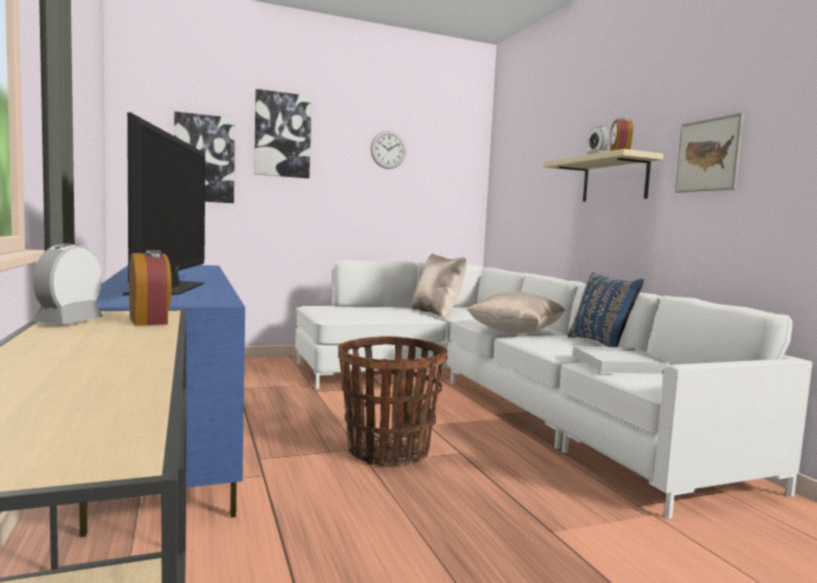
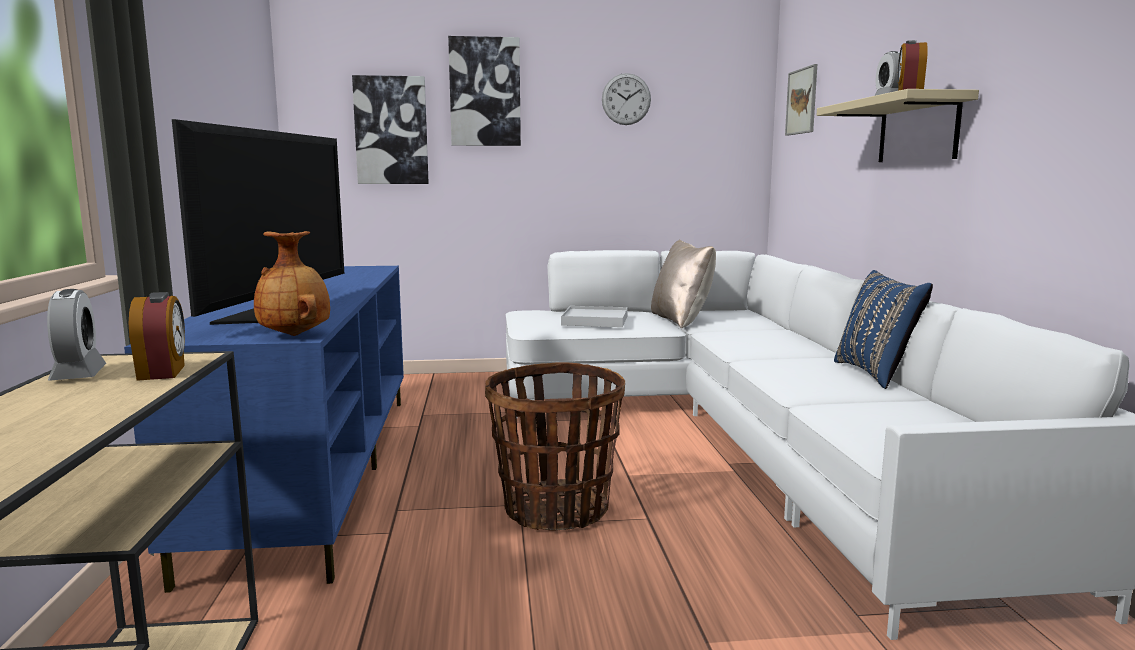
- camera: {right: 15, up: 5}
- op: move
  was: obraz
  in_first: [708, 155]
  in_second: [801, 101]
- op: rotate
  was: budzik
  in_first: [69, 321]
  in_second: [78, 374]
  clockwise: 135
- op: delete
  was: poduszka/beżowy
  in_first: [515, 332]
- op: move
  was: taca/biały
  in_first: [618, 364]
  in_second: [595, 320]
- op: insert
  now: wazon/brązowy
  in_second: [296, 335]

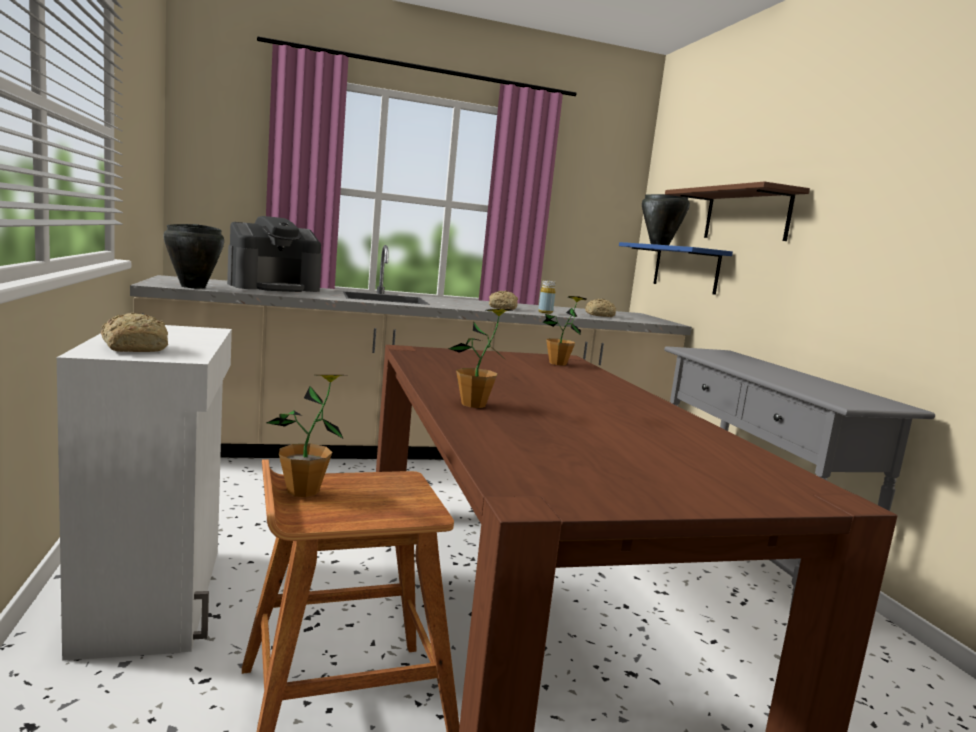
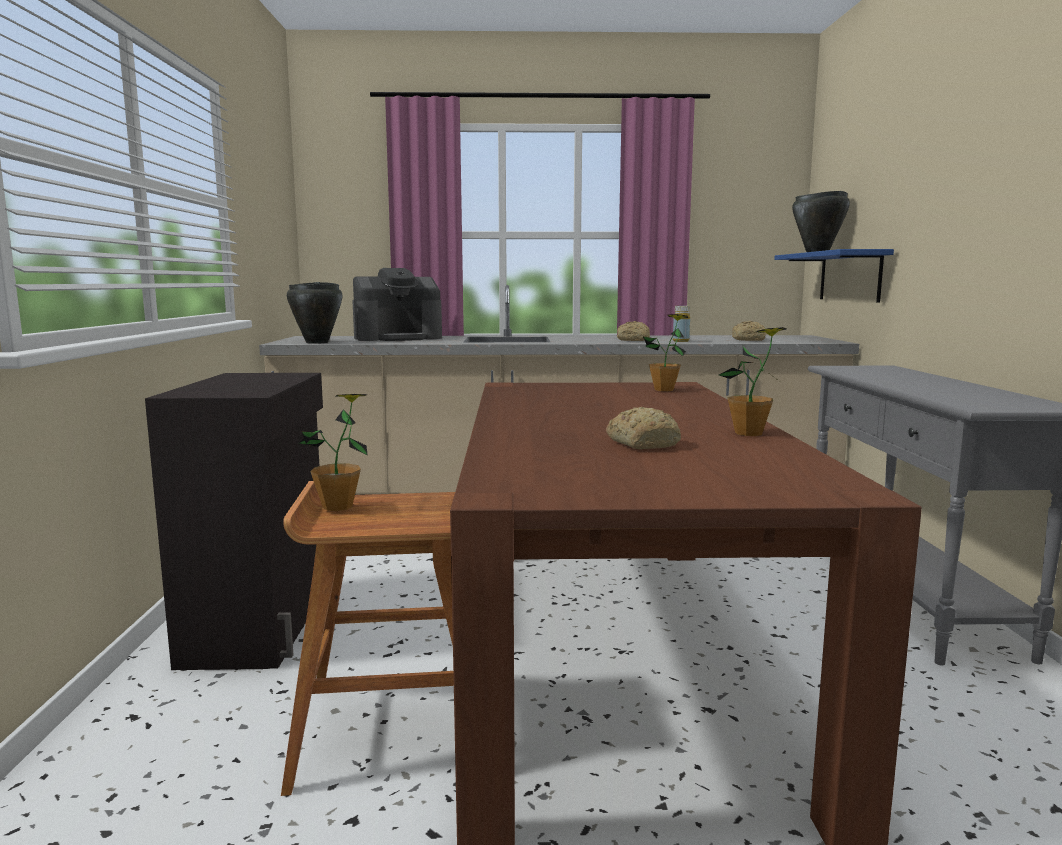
- camera: {right: 15, up: 0}
- op: delete
  was: półka/brązowy
  in_first: [746, 215]
- op: move
  was: roślina doniczkowa
  in_first: [474, 404]
  in_second: [749, 433]
- op: move
  was: chleb
  in_first: [135, 348]
  in_second: [643, 444]
- op: recolor
  was: szafka/biały
  now: szafka/czarny
  in_first: [156, 597]
  in_second: [261, 624]

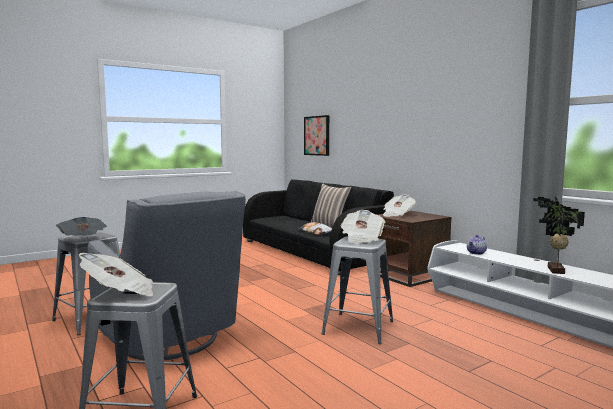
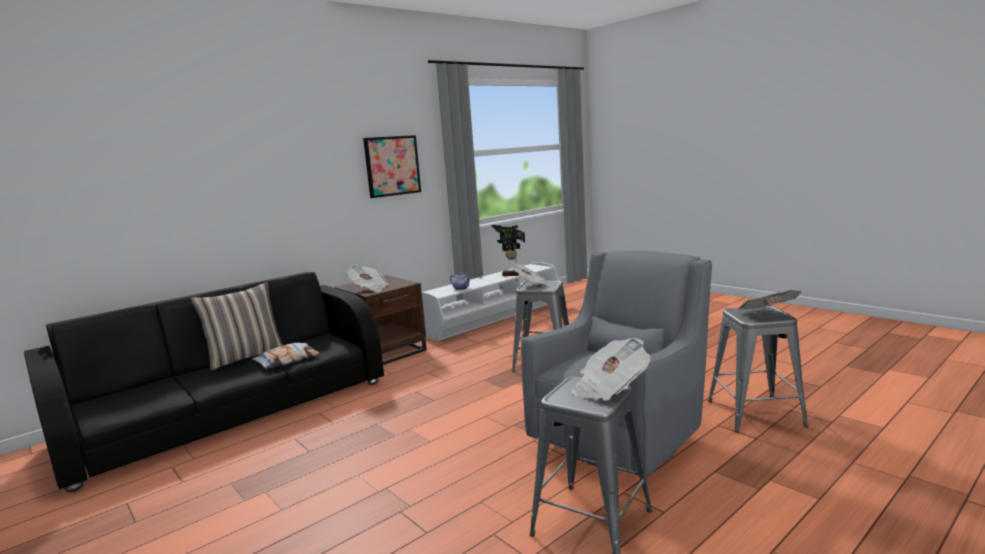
- camera: {right: -95, up: 5}
- op: move
  was: obraz
  in_first: [317, 135]
  in_second: [392, 166]

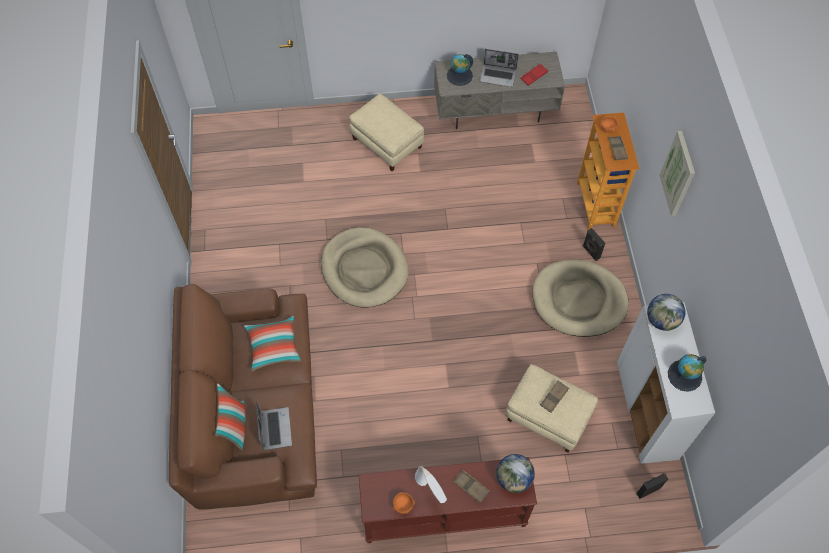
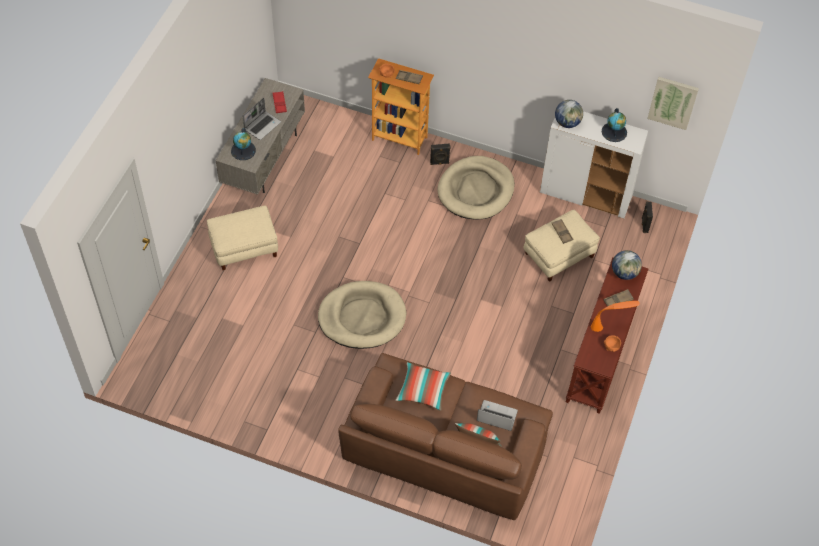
- camera: {right: -65, up: -5}
- op: move
  was: obraz
  in_first: [678, 174]
  in_second: [673, 102]
- op: recolor
  was: lampa stołowa/biały
  now: lampa stołowa/pomarańczowy
  in_first: [430, 494]
  in_second: [611, 327]

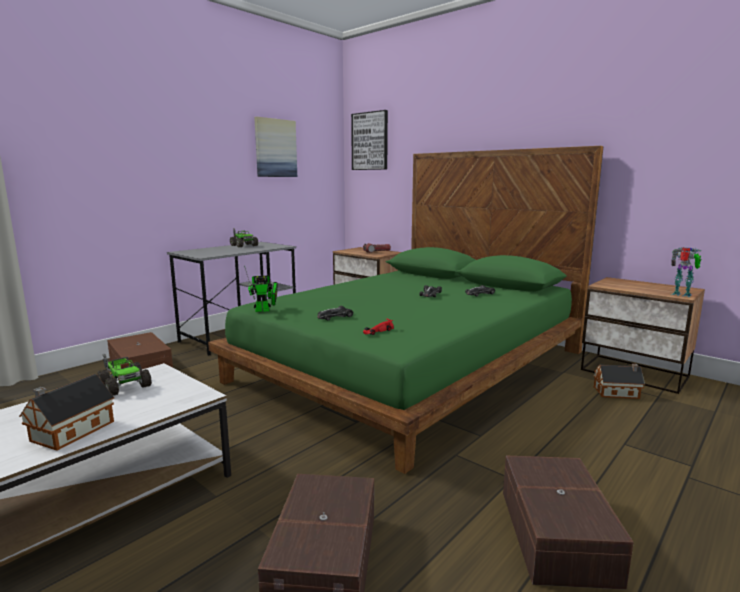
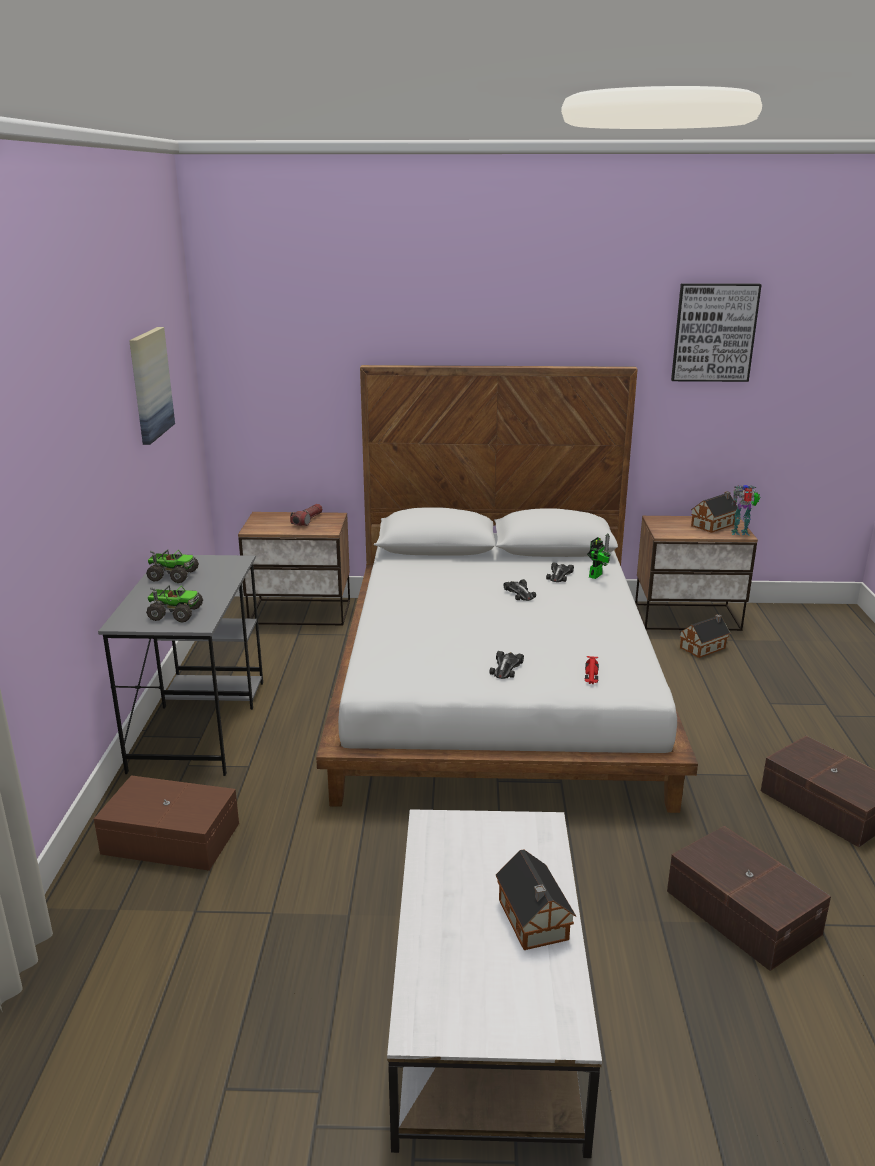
- camera: {right: -40, up: 10}
- op: move
  was: obraz
  in_first: [370, 141]
  in_second: [714, 332]
- op: recolor
  was: łóżko/zielony
  now: łóżko/biały
  in_first: [412, 366]
  in_second: [498, 687]
- op: move
  was: robot zabawkowy
  in_first: [265, 310]
  in_second: [596, 574]
- op: move
  was: ciężarówka zabawkowa
  in_first: [125, 386]
  in_second: [175, 613]
- op: insert
  now: domek
  in_second: [714, 525]

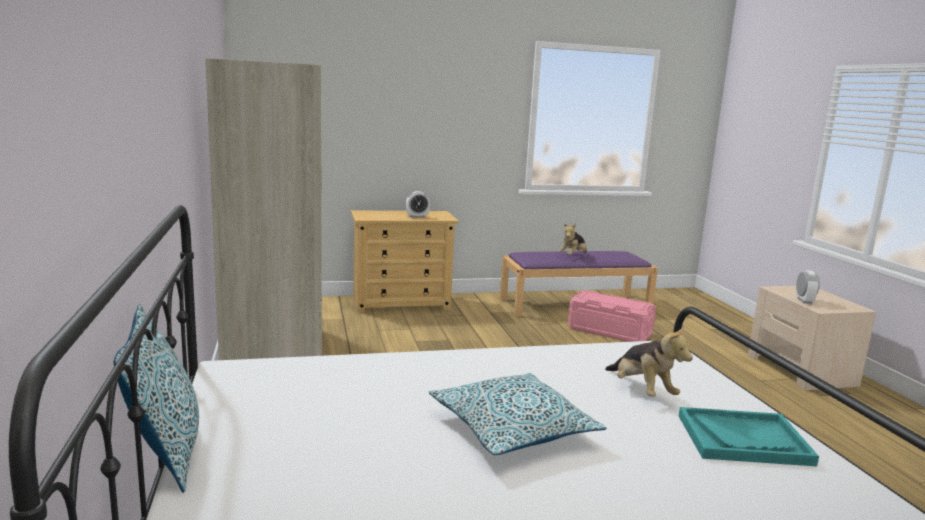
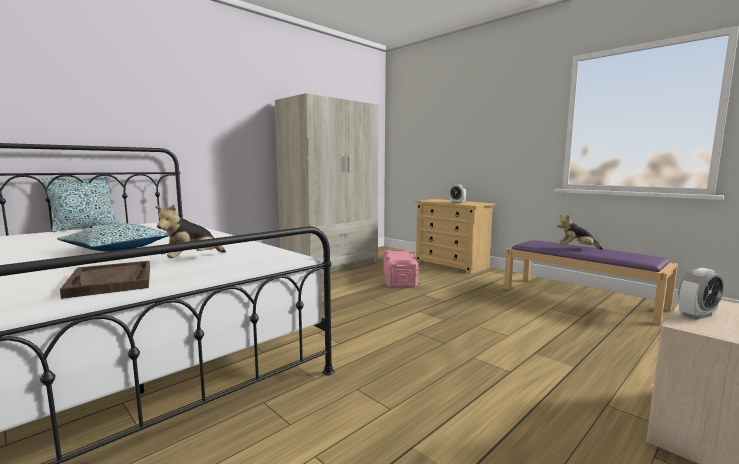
- camera: {right: 60, up: -5}
- op: move
  was: pojemnik do przechowywania/różowy
  in_first: [609, 331]
  in_second: [399, 279]
- op: recolor
  was: taca/turkusowy
  now: taca/brązowy
  in_first: [743, 439]
  in_second: [111, 281]

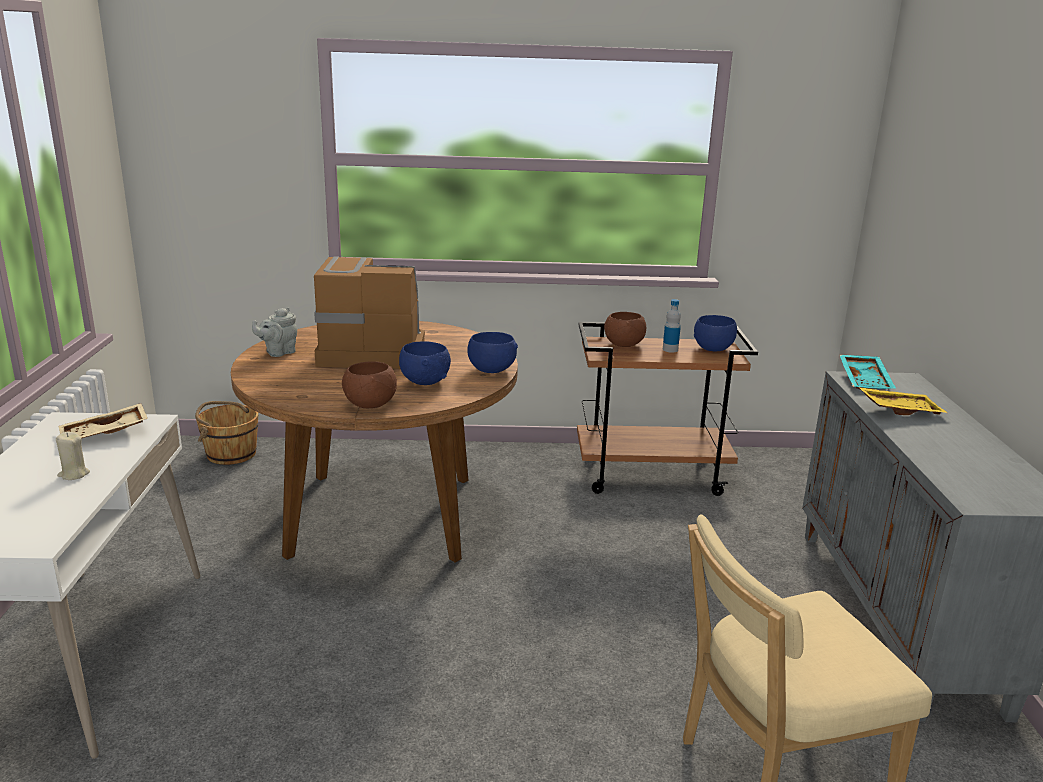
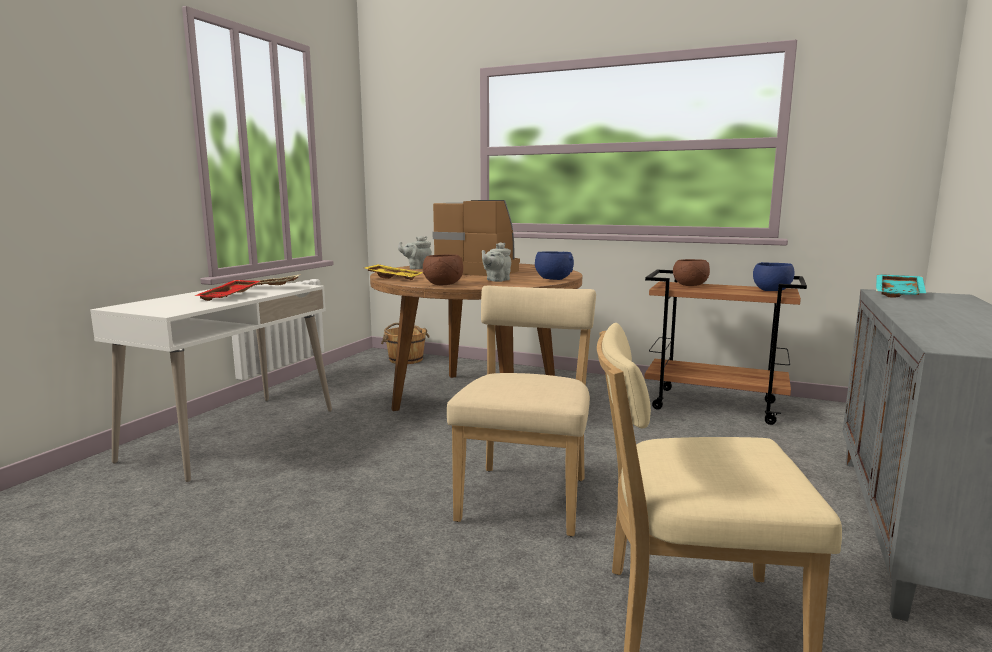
- camera: {right: 25, up: -10}
- op: delete
  was: butelka
  in_first: [670, 349]
- op: replace
  was: miska/niebieski
  now: imbryk/szary
  in_first: [425, 381]
  in_second: [496, 280]
- op: move
  was: taca/żółty
  in_first: [899, 409]
  in_second: [394, 278]
- op: replace
  was: świeca/beżowy
  now: taca/czerwony
  in_first: [74, 474]
  in_second: [230, 297]
- op: insert
  now: krzesło/beżowy
  in_second: [526, 496]

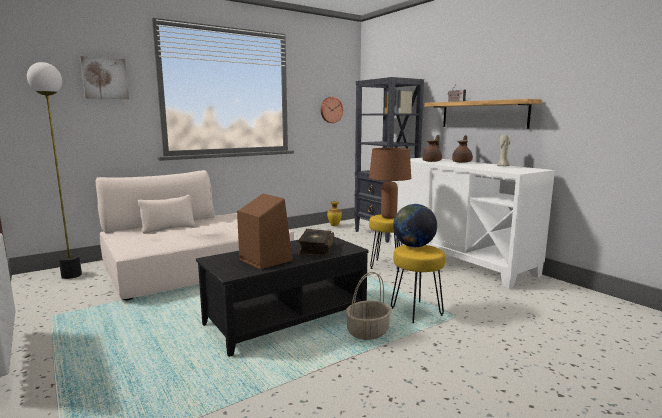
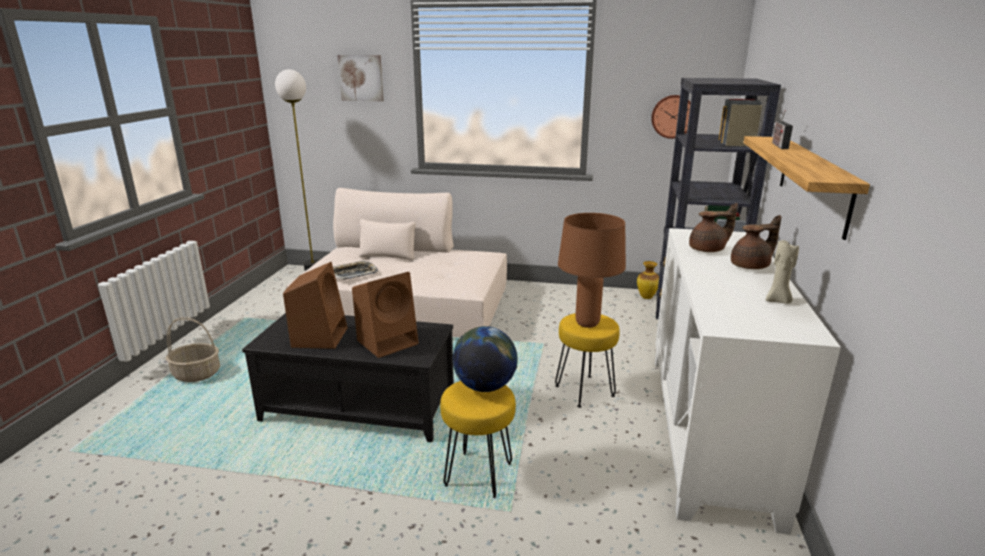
- camera: {right: 45, up: 10}
- op: replace
  was: książka
  now: głośnik/brązowy
  in_first: [315, 248]
  in_second: [388, 341]
- op: move
  was: koszyk
  in_first: [368, 331]
  in_second: [197, 374]
- op: insert
  now: taca
  in_second: [353, 274]

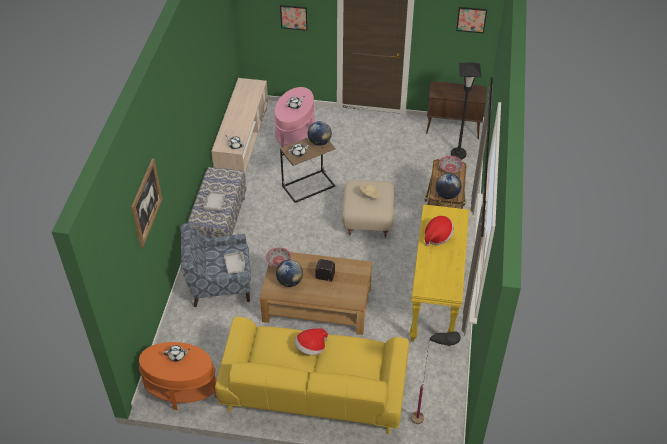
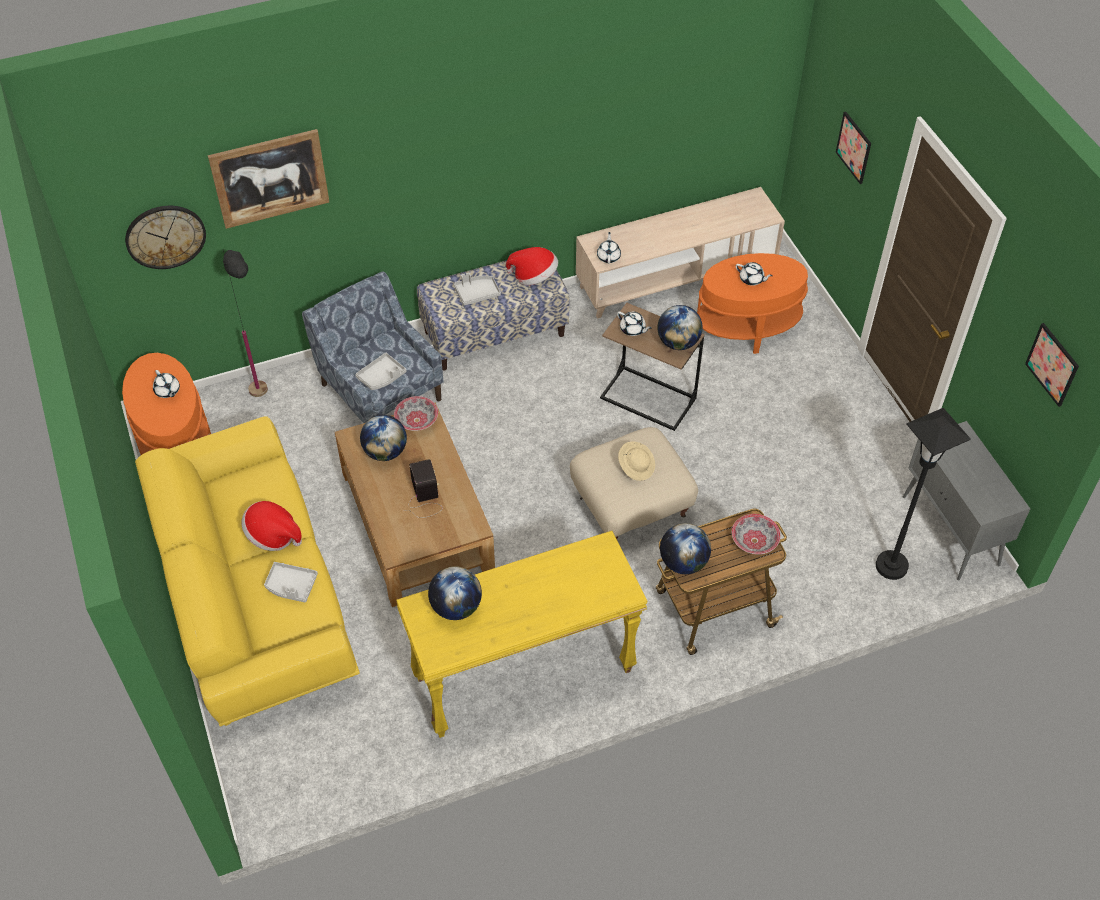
- camera: {right: 60, up: 5}
- op: recolor
  was: szafka/brązowy
  now: szafka/szary
  in_first: [453, 129]
  in_second: [951, 531]
- op: recolor
  was: stolik/różowy
  now: stolik/pomarańczowy
  in_first: [295, 135]
  in_second: [747, 328]
- op: move
  was: kapelusz
  in_first: [437, 236]
  in_second: [534, 277]
- op: move
  was: lampa stojąca/czarny
  in_first: [428, 419]
  in_second: [266, 403]
- op: insert
  now: zegar ścienny
  in_second: [165, 236]
- op: insert
  now: taca/szary
  in_second: [291, 586]
- op: insert
  now: globus
  in_second: [456, 607]

